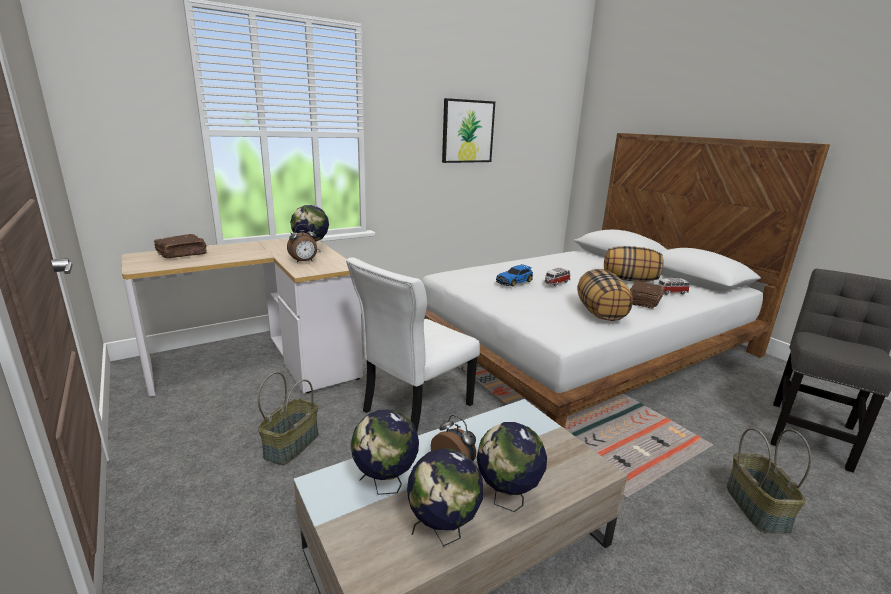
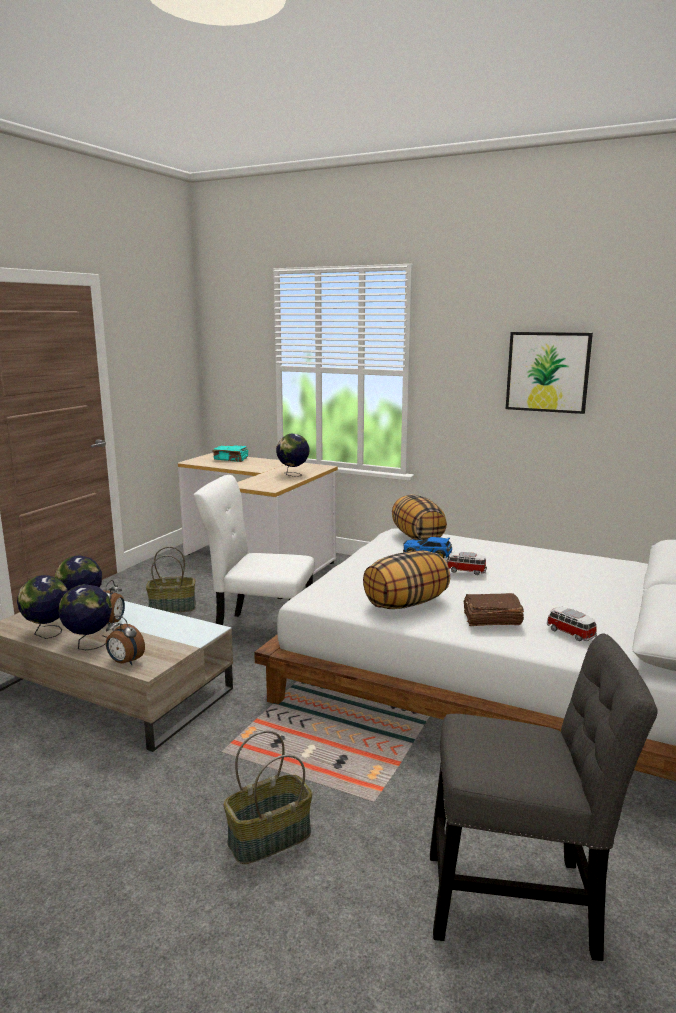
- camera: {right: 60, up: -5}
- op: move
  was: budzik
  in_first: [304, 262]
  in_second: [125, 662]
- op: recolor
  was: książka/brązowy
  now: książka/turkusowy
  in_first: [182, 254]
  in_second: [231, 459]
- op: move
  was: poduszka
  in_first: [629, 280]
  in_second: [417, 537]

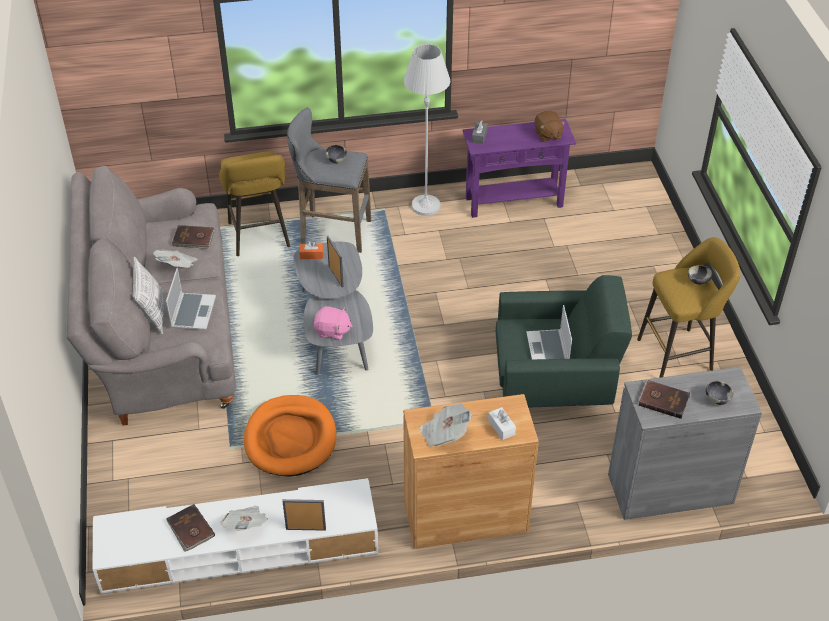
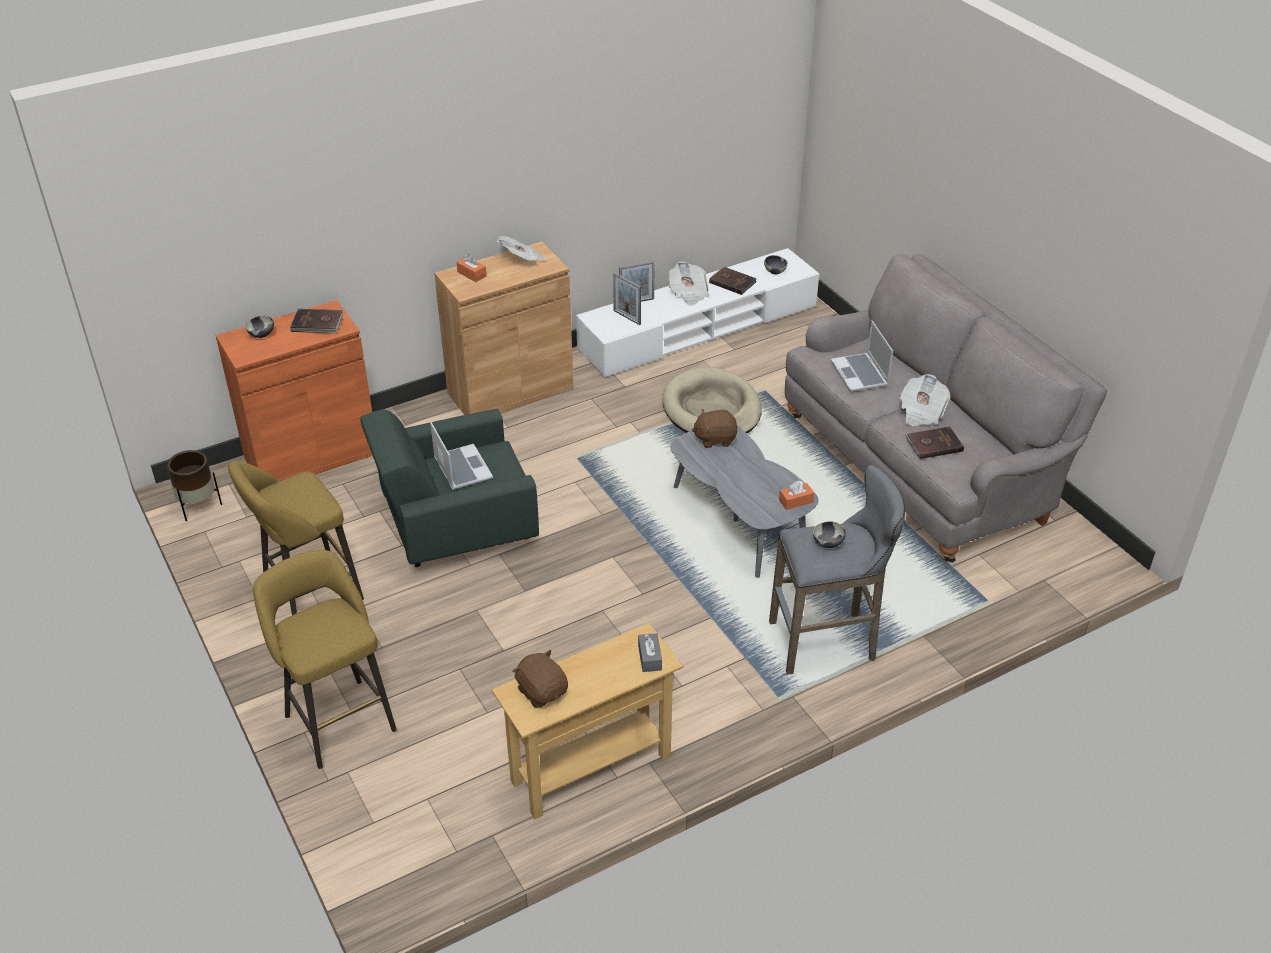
- camera: {right: 160, up: -5}
- op: delete
  was: lampa stojąca/biały
  in_first: [425, 206]
- op: recolor
  was: stolik konsolowy/fioletowy
  now: stolik konsolowy/beżowy
  in_first: [514, 202]
  in_second: [591, 768]
- op: move
  was: stołek/żółty
  in_first: [259, 237]
  in_second: [337, 718]
- op: move
  was: ramka na zdjęcie
  in_first: [336, 276]
  in_second: [627, 317]
- op: delete
  was: poduszka
  in_first: [153, 314]
- op: move
  was: miska
  in_first: [698, 281]
  in_second: [775, 272]
- op: recolor
  was: pluszak/różowy
  now: pluszak/brązowy
  in_first: [332, 331]
  in_second: [715, 439]
- op: recolor
  was: szafka/szary
  now: szafka/pomarańczowy
  in_first: [670, 489]
  in_second: [311, 455]
- op: recolor
  was: legowisko/pomarańczowy
  now: legowisko/beżowy
  in_first: [290, 439]
  in_second: [711, 409]
- op: recolor
  was: pudełko chusteczek/biały
  now: pudełko chusteczek/pomarańczowy
  in_first: [501, 427]
  in_second: [471, 274]
- op: insert
  now: donica/brązowy
  in_second: [199, 506]

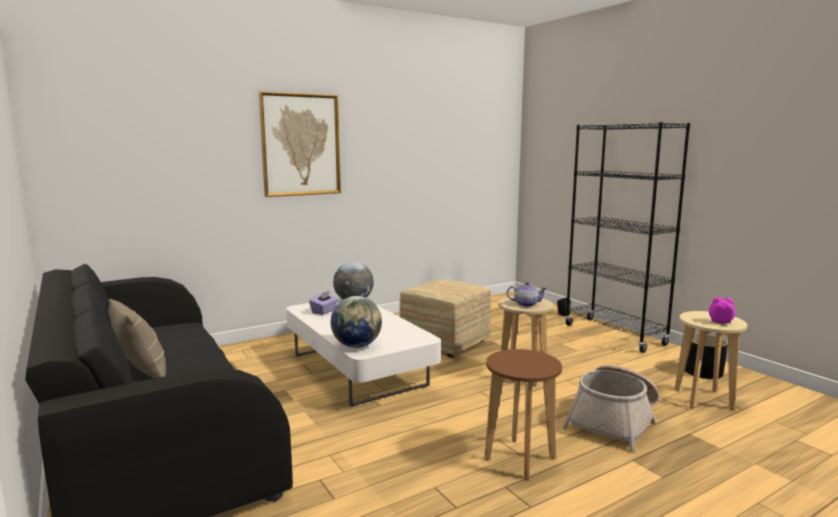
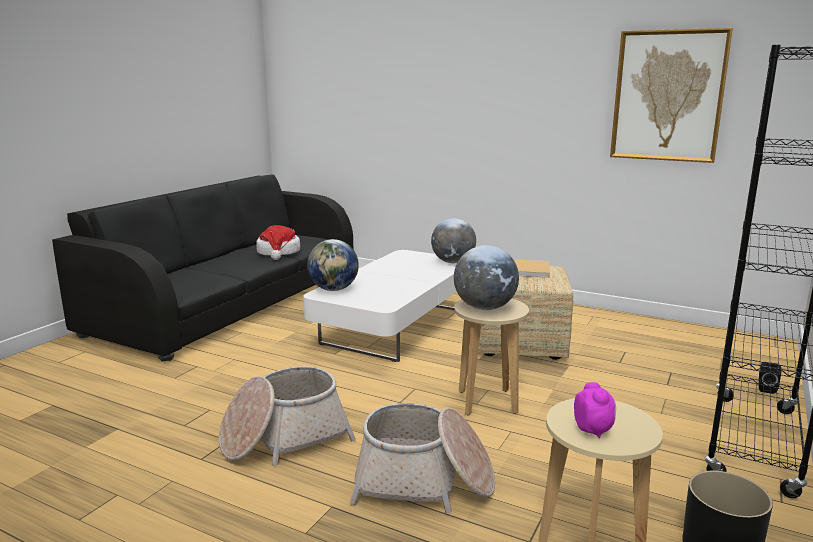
- camera: {right: 60, up: 5}
- op: move
  was: obraz
  in_first: [301, 145]
  in_second: [668, 96]
- op: replace
  was: imbryk
  now: globus
  in_first: [526, 304]
  in_second: [485, 308]
- op: delete
  was: pudełko chusteczek/fioletowy
  in_first: [324, 311]
- op: delete
  was: poduszka/beżowy
  in_first: [142, 371]
- op: replace
  was: stołek/brązowy
  now: koszyk
  in_first: [519, 459]
  in_second: [284, 437]
- op: insert
  now: kapelusz
  in_second: [278, 252]
- op: insert
  now: książka/beżowy
  in_second: [531, 271]

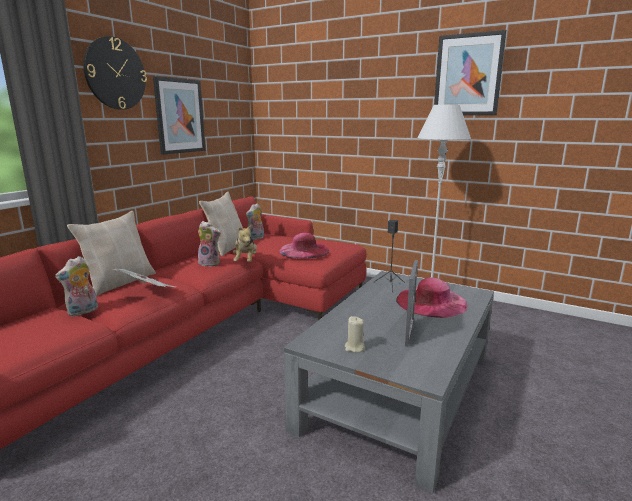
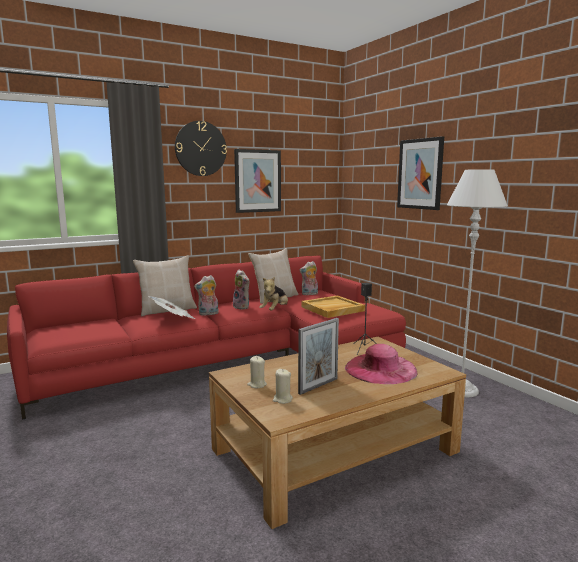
- camera: {right: 30, up: -5}
- op: move
  was: obraz
  in_first: [468, 75]
  in_second: [420, 174]
- op: replace
  was: kapelusz/różowy
  now: taca/beżowy
  in_first: [304, 250]
  in_second: [332, 309]
- op: move
  was: pluszak
  in_first: [83, 312]
  in_second: [208, 314]
- op: recolor
  was: ława/szary
  now: ława/brązowy
  in_first: [398, 390]
  in_second: [335, 450]
- op: insert
  now: świeca/beżowy
  in_second: [282, 399]

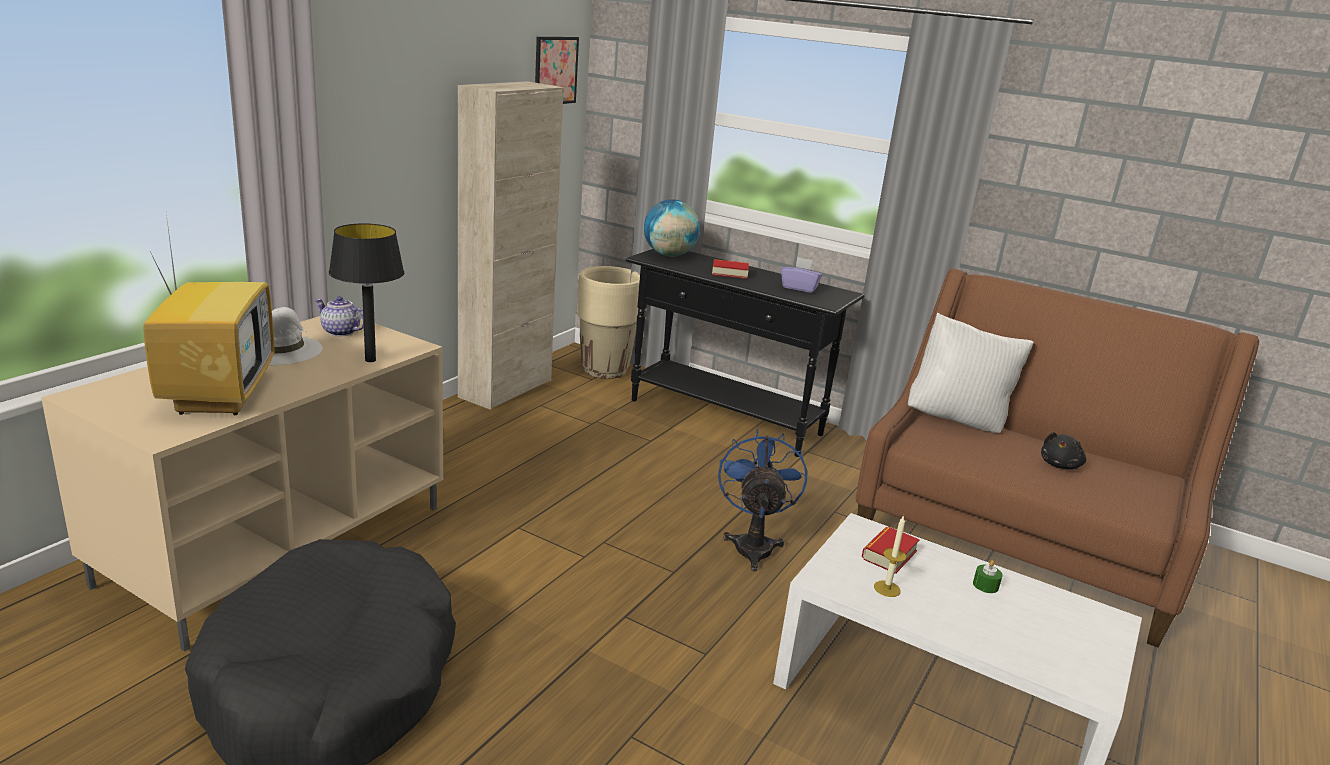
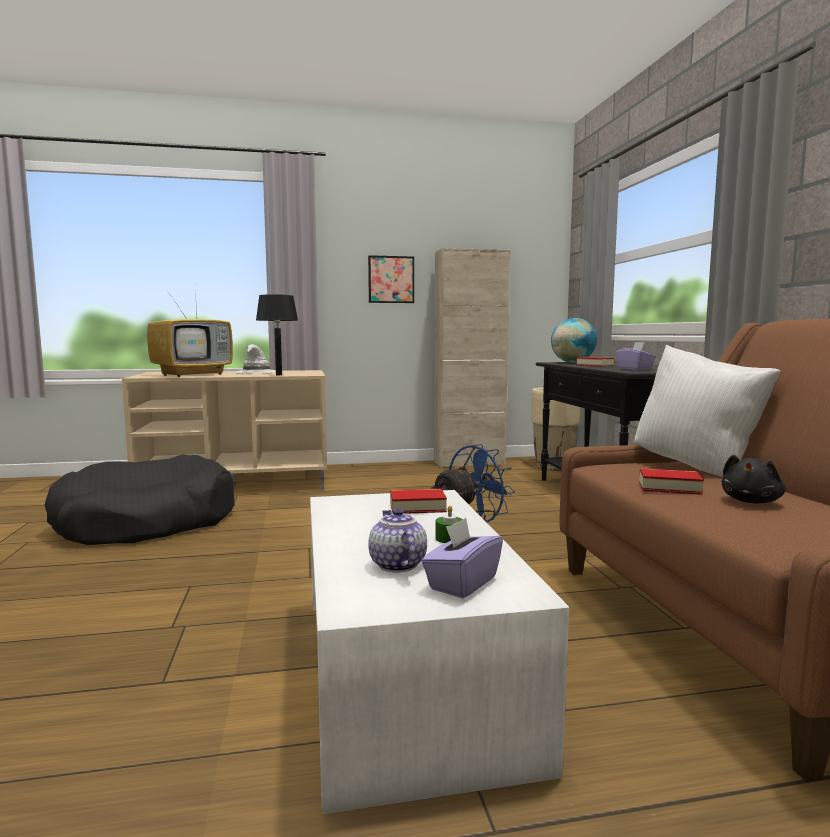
- camera: {right: 50, up: -15}
- op: move
  was: obraz
  in_first: [555, 70]
  in_second: [391, 279]
- op: move
  was: imbryk
  in_first: [340, 332]
  in_second: [396, 565]
- op: rotate
  was: pluszak/czarny
  in_first: [1060, 465]
  in_second: [751, 501]
  clockwise: -45
- op: delete
  was: świeca
  in_first: [887, 588]
- op: insert
  now: książka
  in_second: [669, 487]
- op: insert
  now: pudełko chusteczek/fioletowy
  in_second: [462, 583]

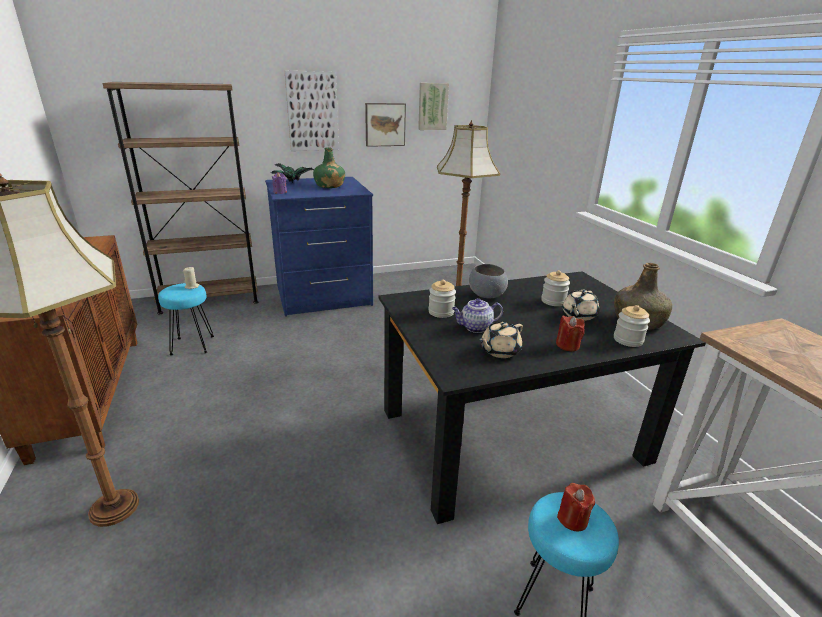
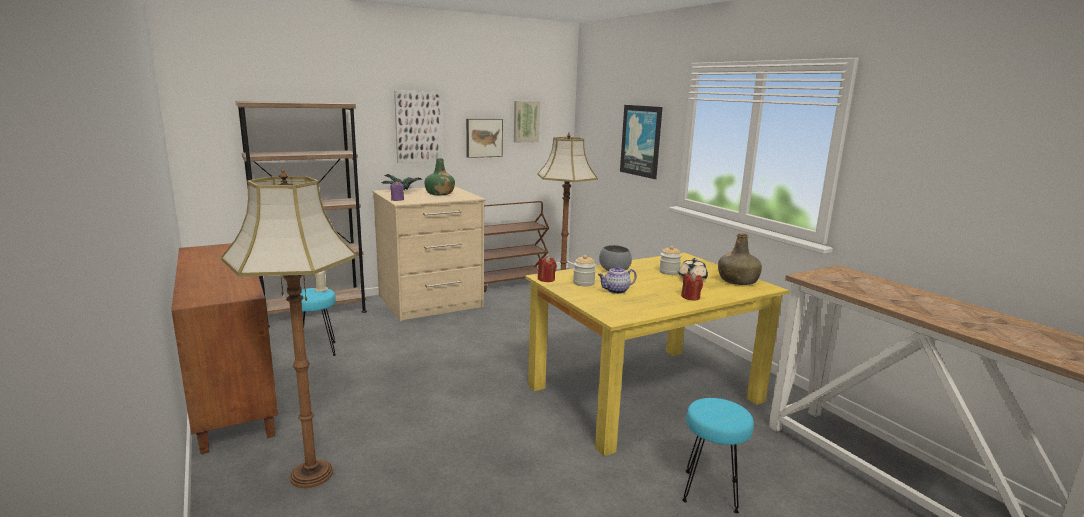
- camera: {right: -10, up: -10}
- op: recolor
  was: komoda/niebieski
  now: komoda/beżowy
  in_first: [323, 295]
  in_second: [430, 302]
- op: recolor
  was: stół jadalny/czarny
  now: stół jadalny/żółty
  in_first: [511, 436]
  in_second: [644, 394]
- op: delete
  was: słoik
  in_first: [628, 340]
- op: delete
  was: imbryk/beżowy
  in_first: [499, 351]
- op: move
  was: świeca/czerwony
  in_first: [572, 519]
  in_second: [546, 279]
- op: insert
  now: obraz
  in_second: [641, 141]
- op: insert
  now: wózek/brązowy
  in_second: [509, 283]

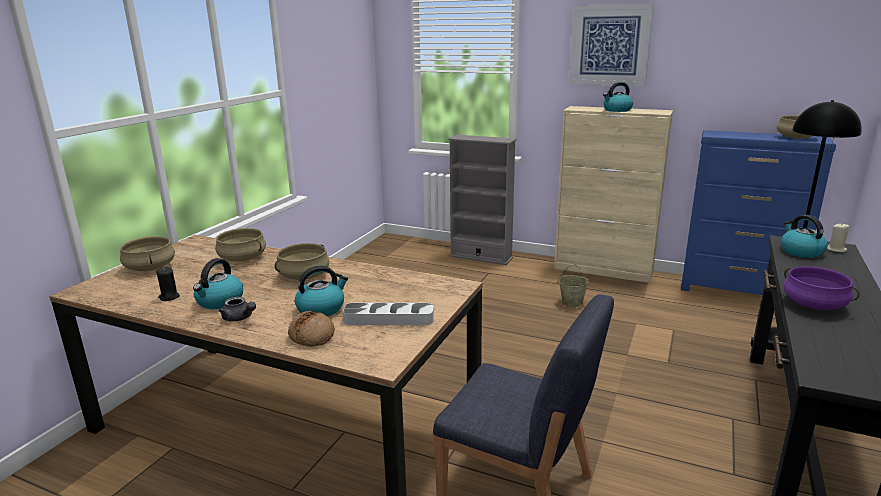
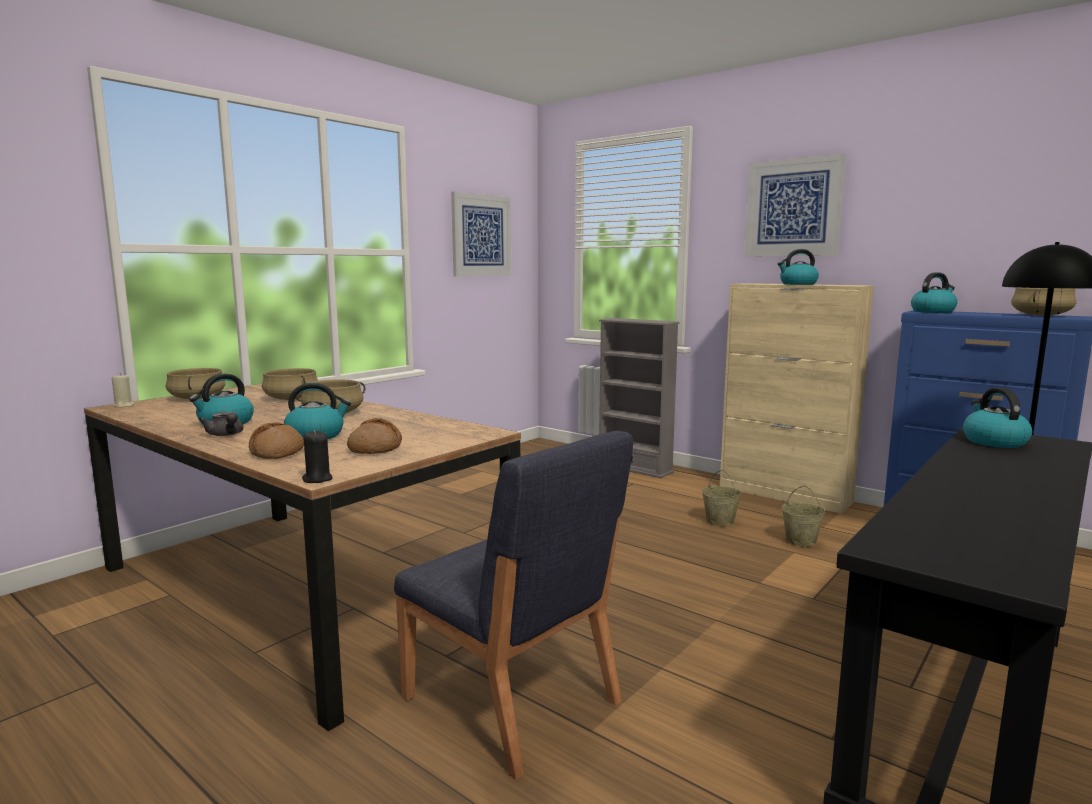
- camera: {right: 15, up: -10}
- op: move
  was: świeca/beżowy
  in_first: [836, 249]
  in_second: [124, 405]
- op: move
  was: świeca/czarny
  in_first: [169, 297]
  in_second: [317, 479]
- op: delete
  was: garnek/fioletowy
  in_first: [814, 304]
- op: replace
  was: taca/szary
  now: chleb
  in_first: [389, 319]
  in_second: [375, 448]
- op: insert
  now: obraz
  in_second: [481, 236]
- op: insert
  now: czajnik
  in_second: [933, 311]
- op: insert
  now: wiadro/beżowy
  in_second: [801, 541]

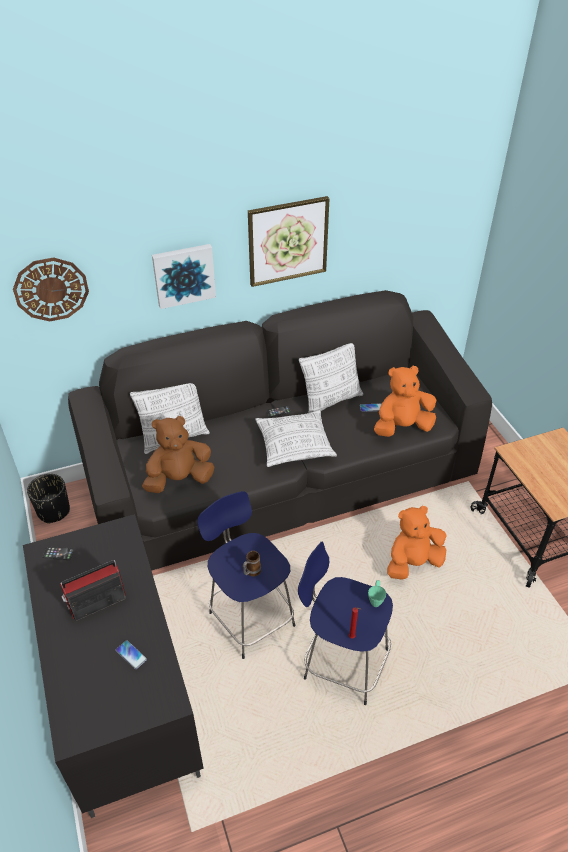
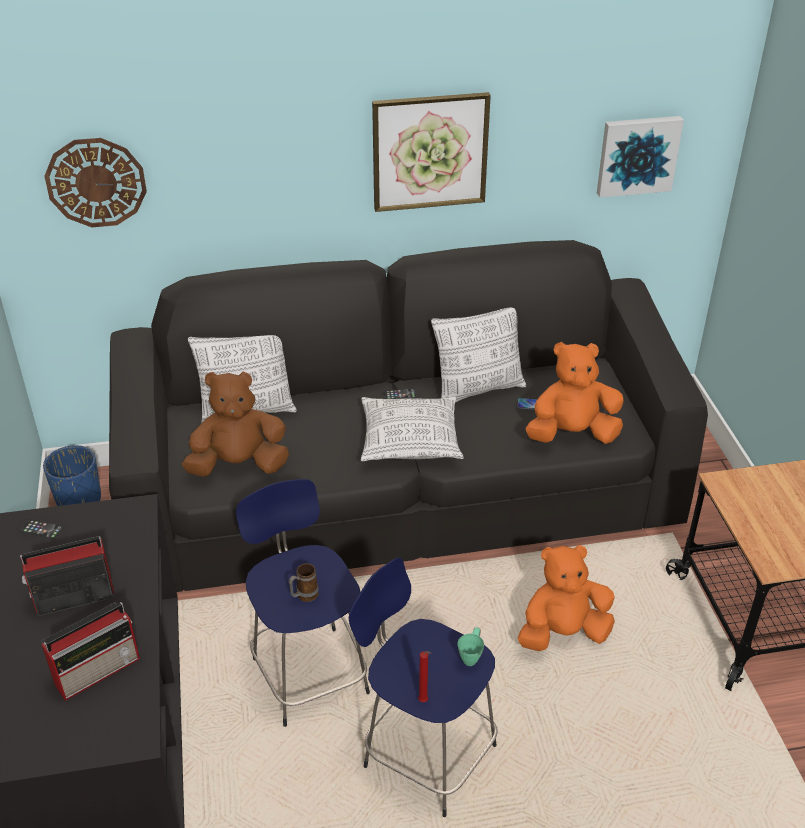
- camera: {right: 10, up: -5}
- op: move
  was: obraz
  in_first: [183, 275]
  in_second: [637, 155]
- op: recolor
  was: donica/czarny
  now: donica/niebieski
  in_first: [54, 511]
  in_second: [79, 499]
- op: replace
  was: telefon
  now: radio
  in_first: [131, 655]
  in_second: [99, 669]

